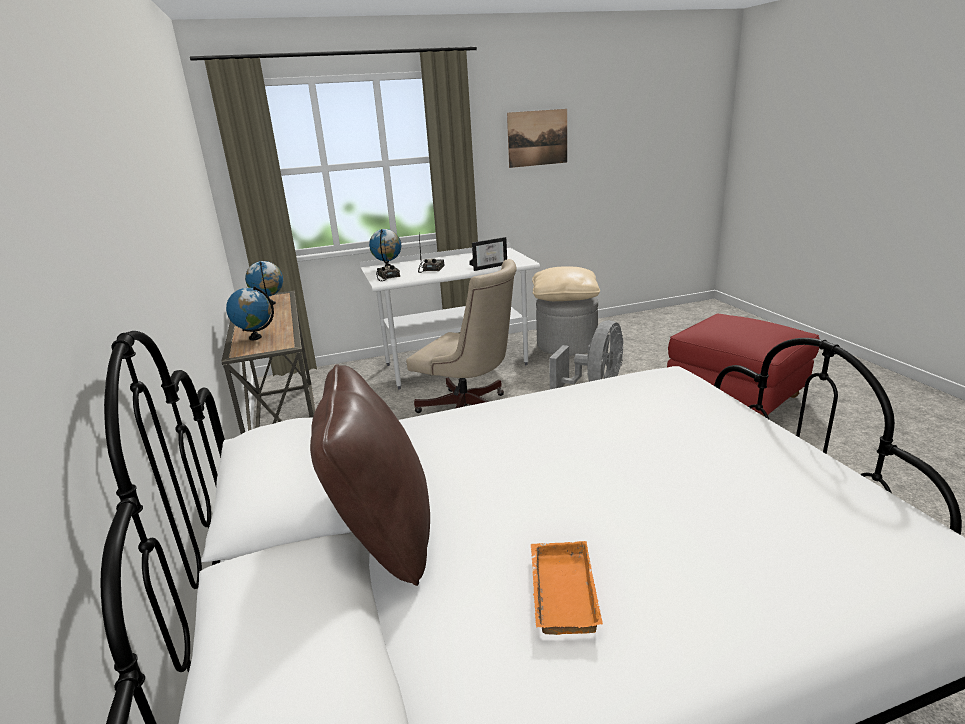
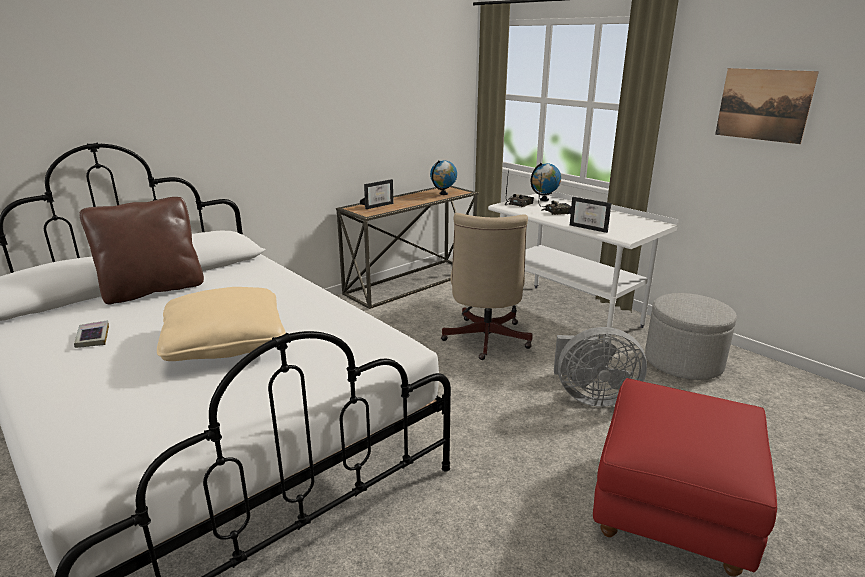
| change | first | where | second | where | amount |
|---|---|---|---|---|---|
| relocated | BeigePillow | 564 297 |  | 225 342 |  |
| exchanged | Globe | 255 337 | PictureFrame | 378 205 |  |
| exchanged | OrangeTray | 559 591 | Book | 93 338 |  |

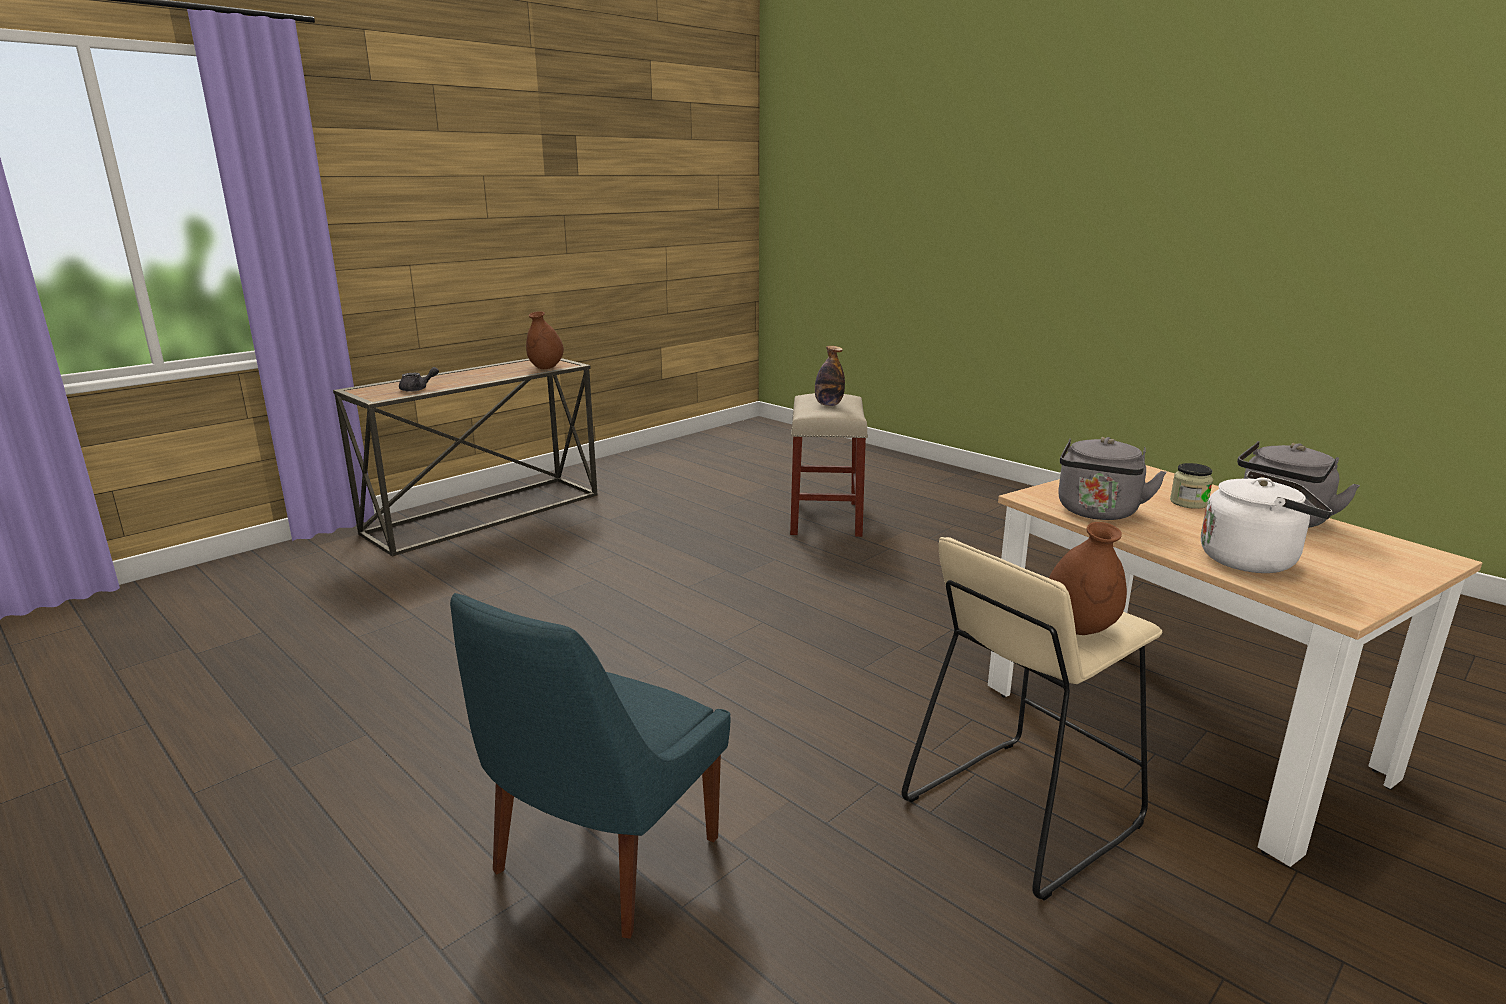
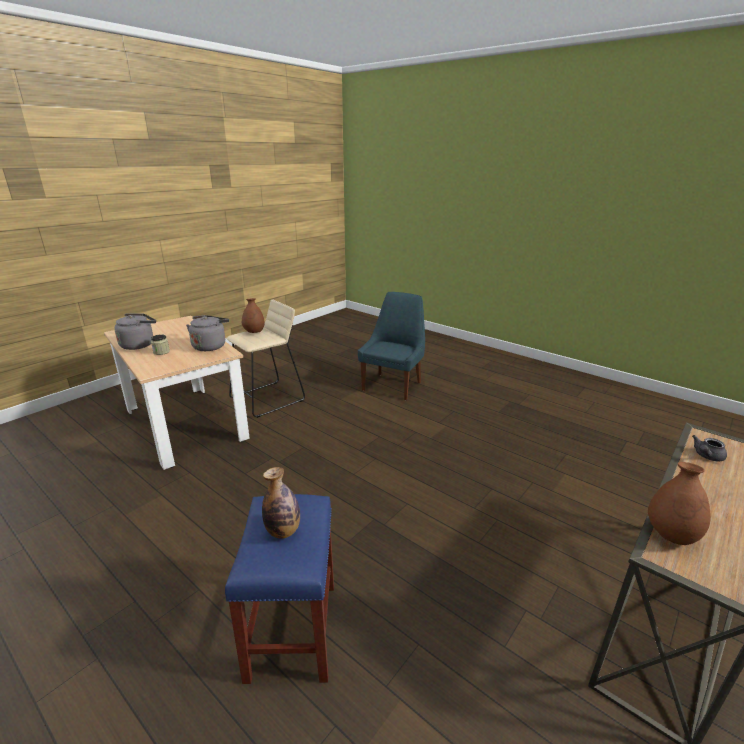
| change | first | where | second | where | amount |
|---|---|---|---|---|---|
| colour | BeigeStool | 825 517 | BlueStool | 293 632 |  |
| missing | WhiteKettle | 1253 560 |  |  |  |

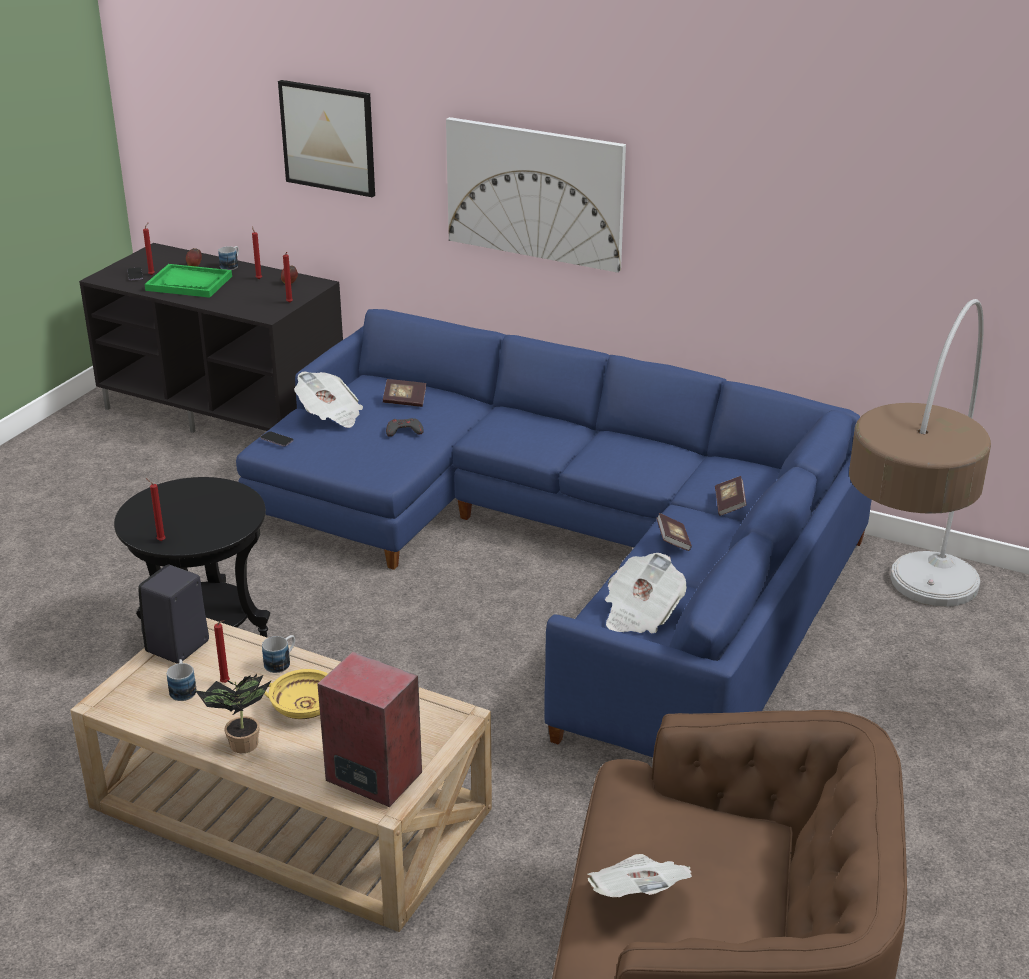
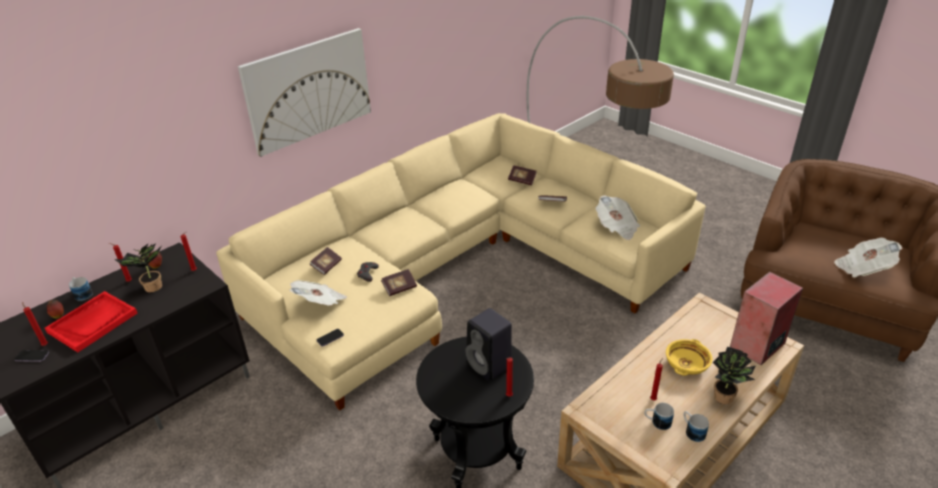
| change | first | where | second | where | amount |
|---|---|---|---|---|---|
| missing | Picture | 328 138 |  |  |  |
| colour | GreenTray | 189 283 | RedTray | 93 322 |  |
| colour | BlueSofa | 571 553 | BeigeSofa | 459 268 |  |
| relocated | BlackSpeaker | 176 647 |  | 490 365 |  |
| relocated | Mug | 281 662 |  | 692 431 |  |
| appeared |  |  | PottedPlant | 151 288 |  |
| appeared |  |  | Book | 399 288 |  |

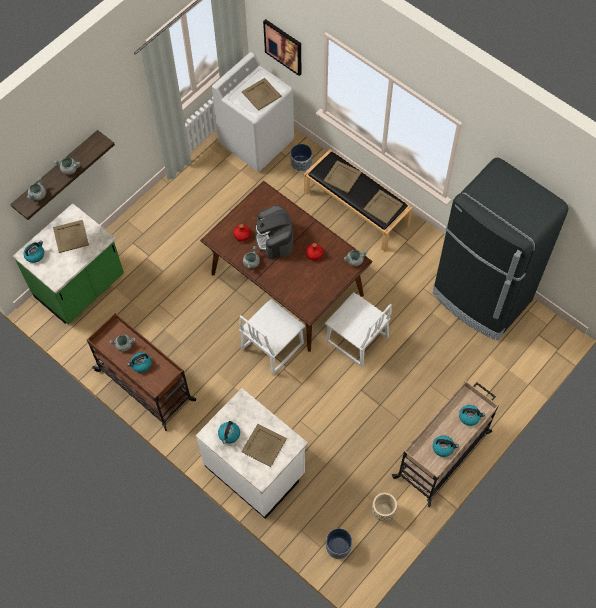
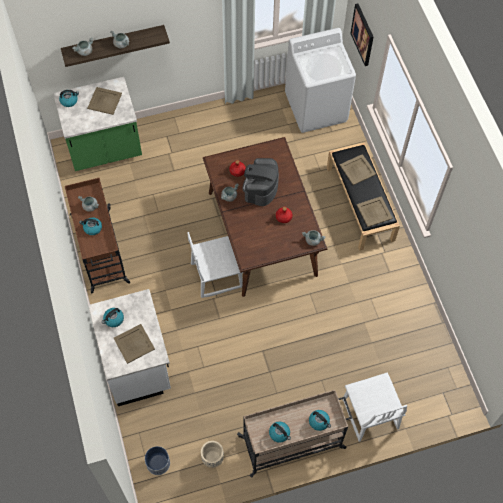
| change | first | where | second | where | amount |
|---|---|---|---|---|---|
| missing | BeigeTray | 261 94 |  |  |  |
| missing | Planter | 301 163 |  |  |  |
| missing | BlackFridge | 481 298 |  |  |  |
| relocated | WhiteChair | 356 340 |  | 369 414 |  |

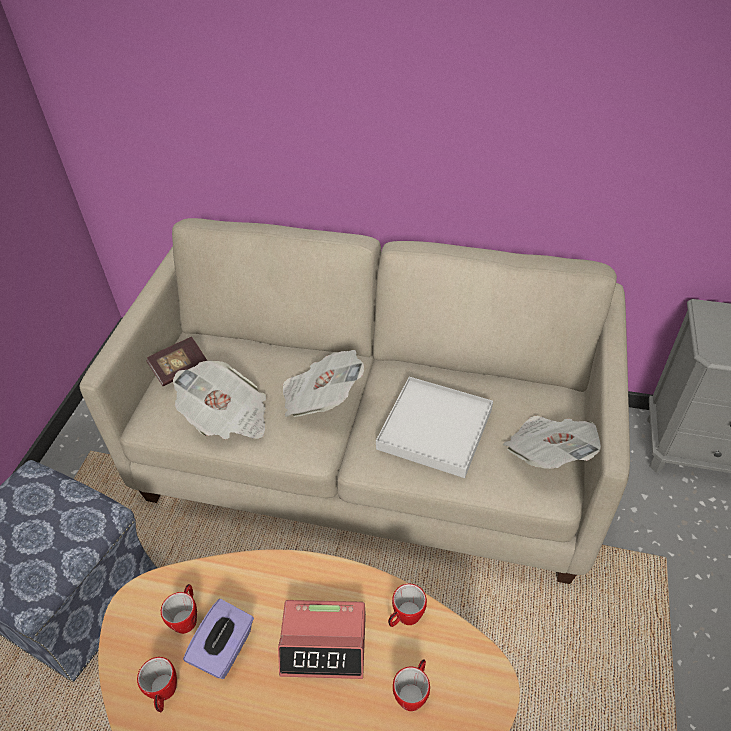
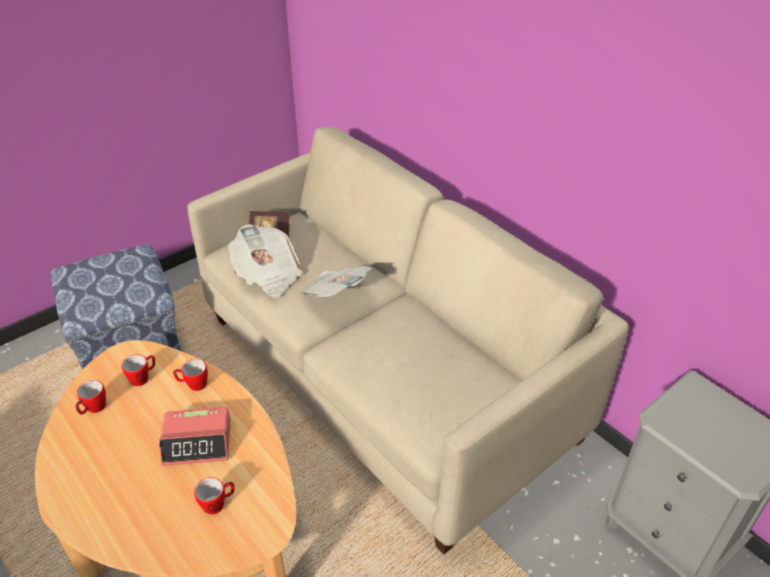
| change | first | where | second | where | amount |
|---|---|---|---|---|---|
| missing | WhiteTray | 435 429 |  |  |  |
| missing | Newspaper | 549 454 |  |  |  |
| relocated | Mug | 405 617 |  | 193 384 |  |
| missing | PurpleTissueBox | 225 649 |  |  |  |
| spun | AlarmClock | 324 643 |  | 198 442 | 45 degrees counterclockwise |

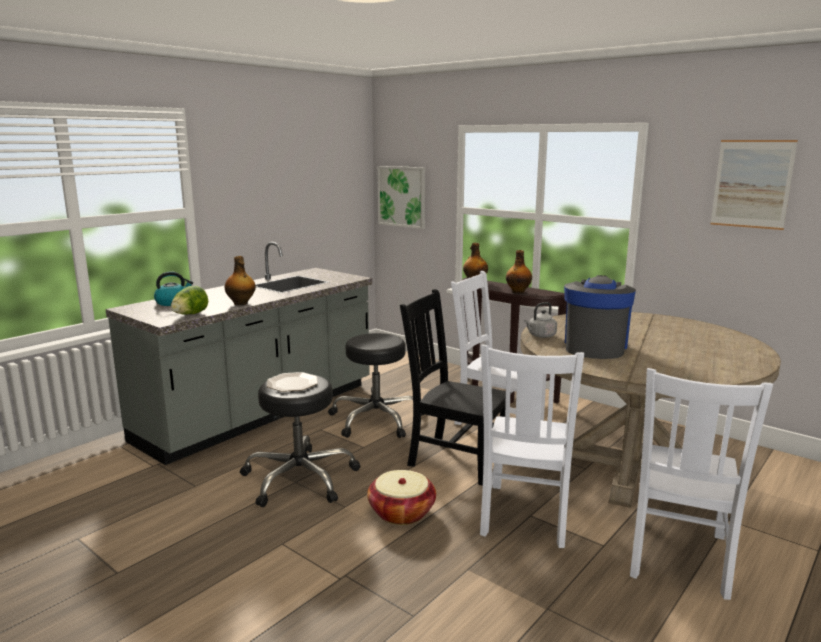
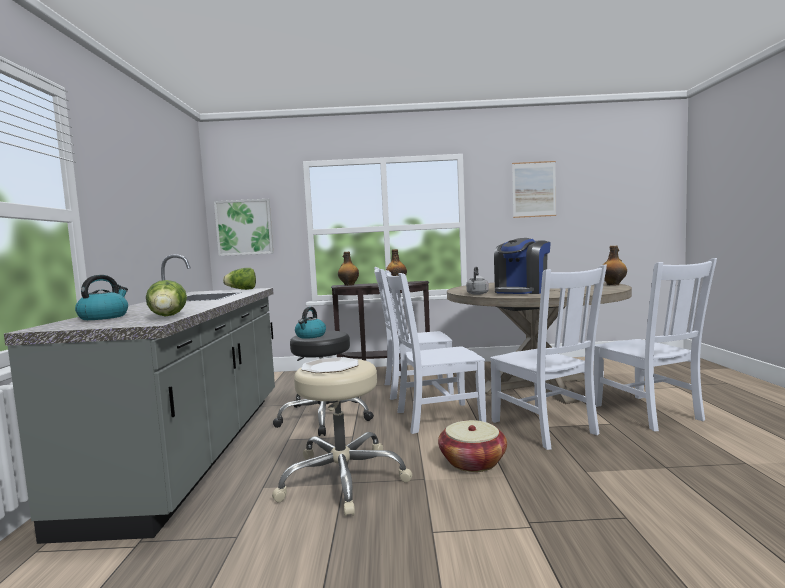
| change | first | where | second | where | amount |
|---|---|---|---|---|---|
| relocated | Bottle | 241 303 |  | 613 284 |  |
| spun | CoffeeMachine | 594 346 |  | 521 291 | 120 degrees counterclockwise |
| colour | BlackChair | 454 459 | WhiteChair | 436 417 |  |
| colour | BlackStool | 300 478 | BeigeStool | 343 478 |  |
| appeared |  |  | Lettuce | 242 289 |  |
| appeared |  |  | Kettle | 310 336 |  |

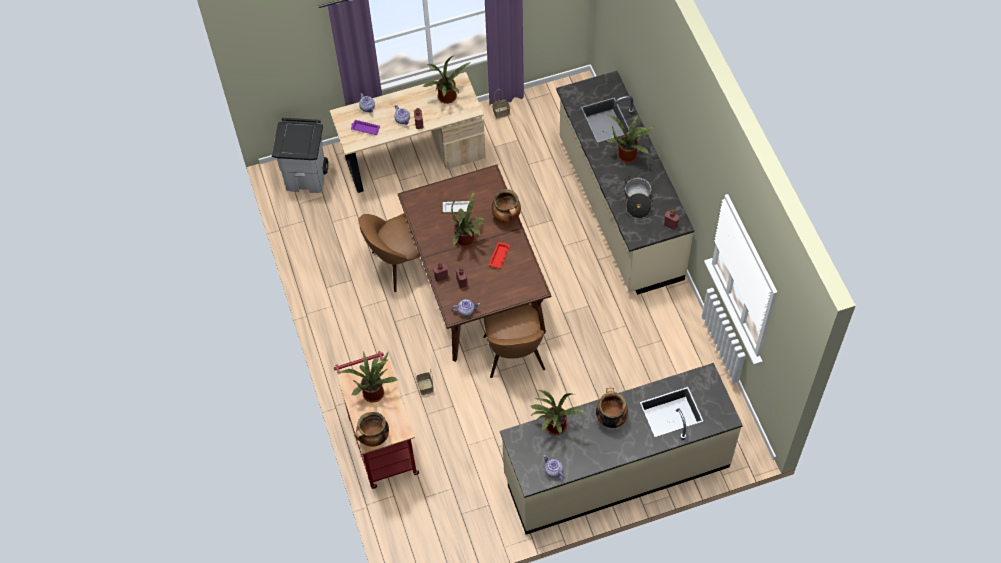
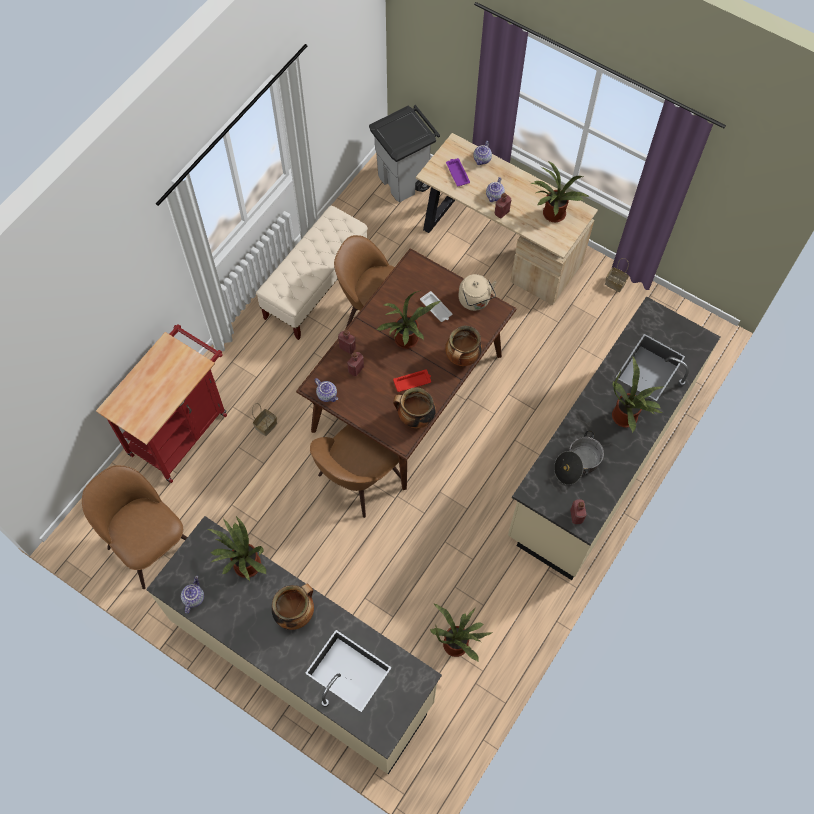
| change | first | where | second | where | amount |
|---|---|---|---|---|---|
| relocated | PottedPlant | 373 391 |  | 457 642 |  |
| relocated | CookingPot | 373 438 |  | 415 418 |  |
| appeared |  |  | BeigeBench | 316 287 |  |
| appeared |  |  | BeigeKettle | 475 301 |  |
| appeared |  |  | BrownChair | 149 543 |  |

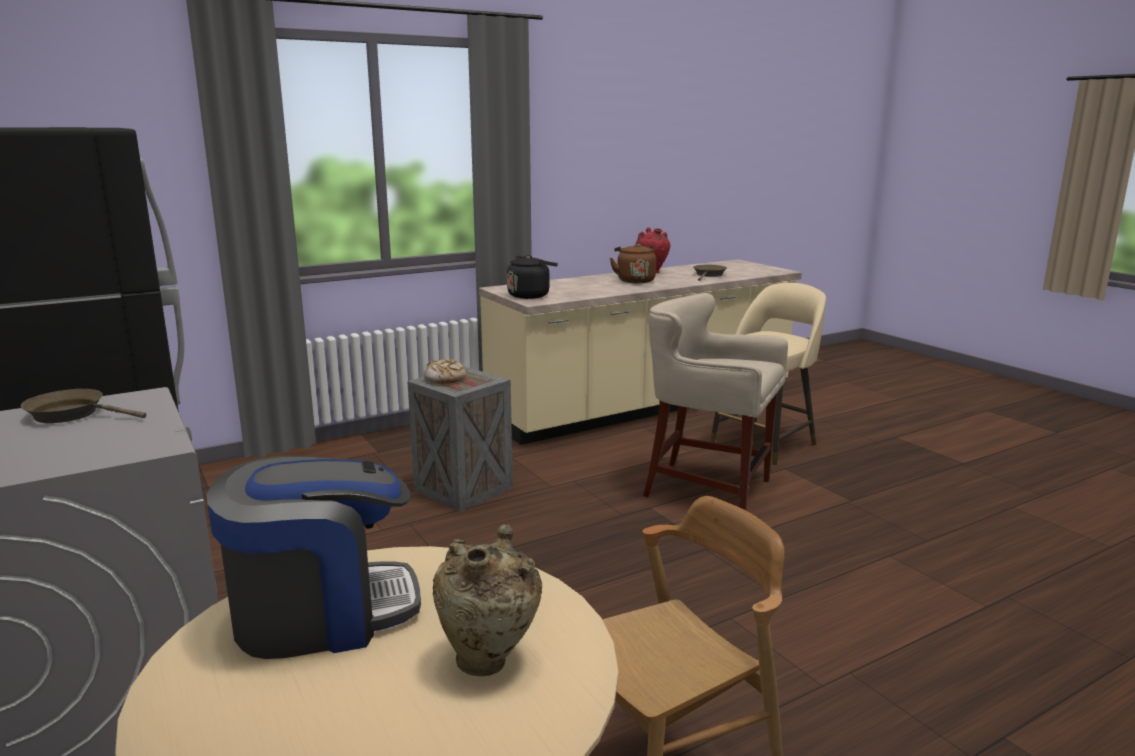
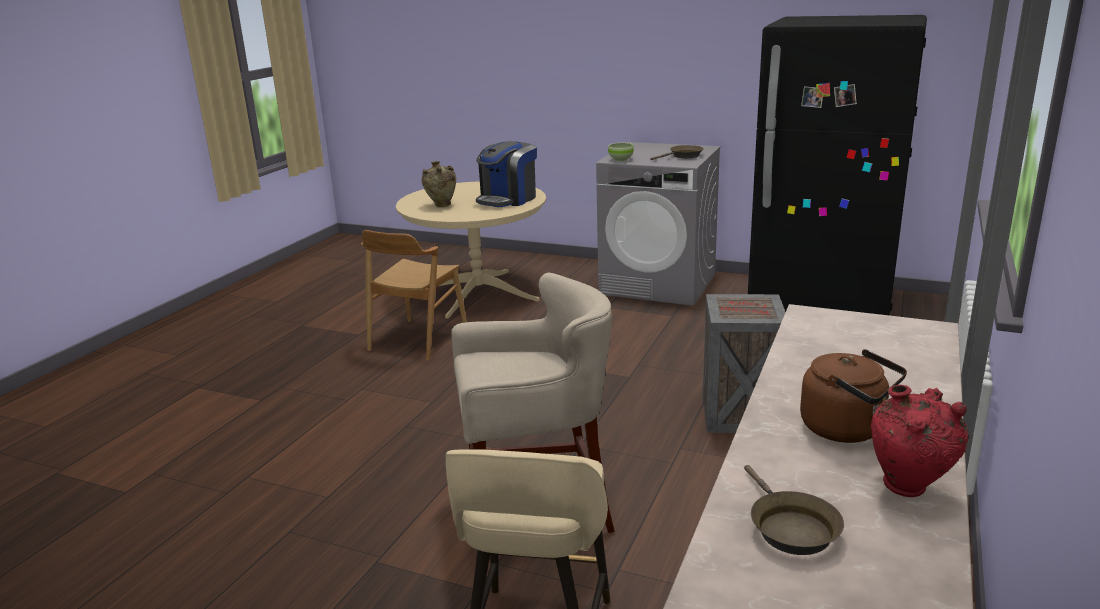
| change | first | where | second | where | amount |
|---|---|---|---|---|---|
| missing | BlackKettle | 530 295 |  |  |  |
| missing | Bread | 445 379 |  |  |  |
| appeared |  |  | GreenBowl | 620 160 |  |

